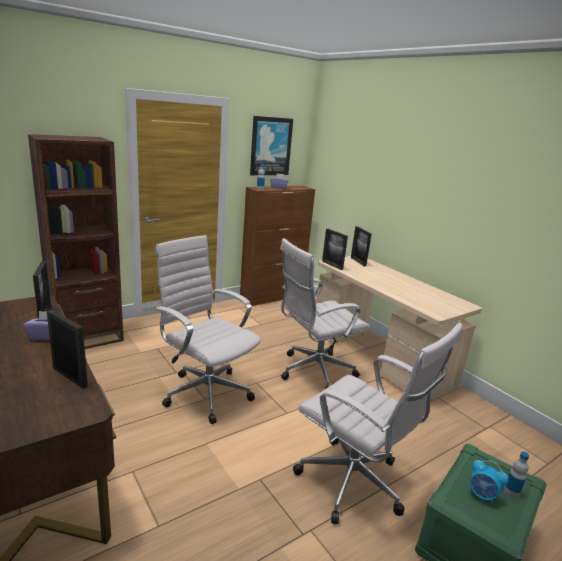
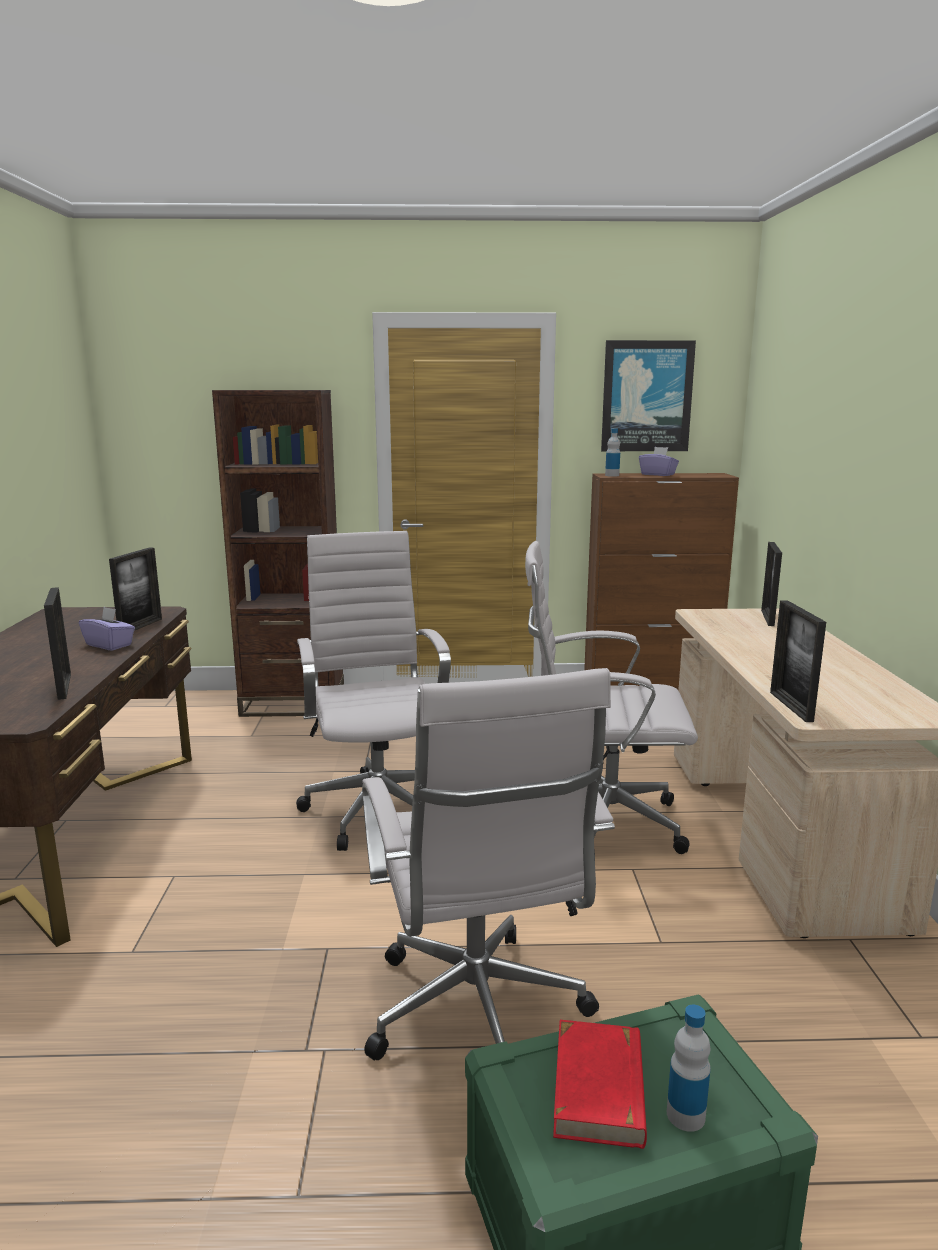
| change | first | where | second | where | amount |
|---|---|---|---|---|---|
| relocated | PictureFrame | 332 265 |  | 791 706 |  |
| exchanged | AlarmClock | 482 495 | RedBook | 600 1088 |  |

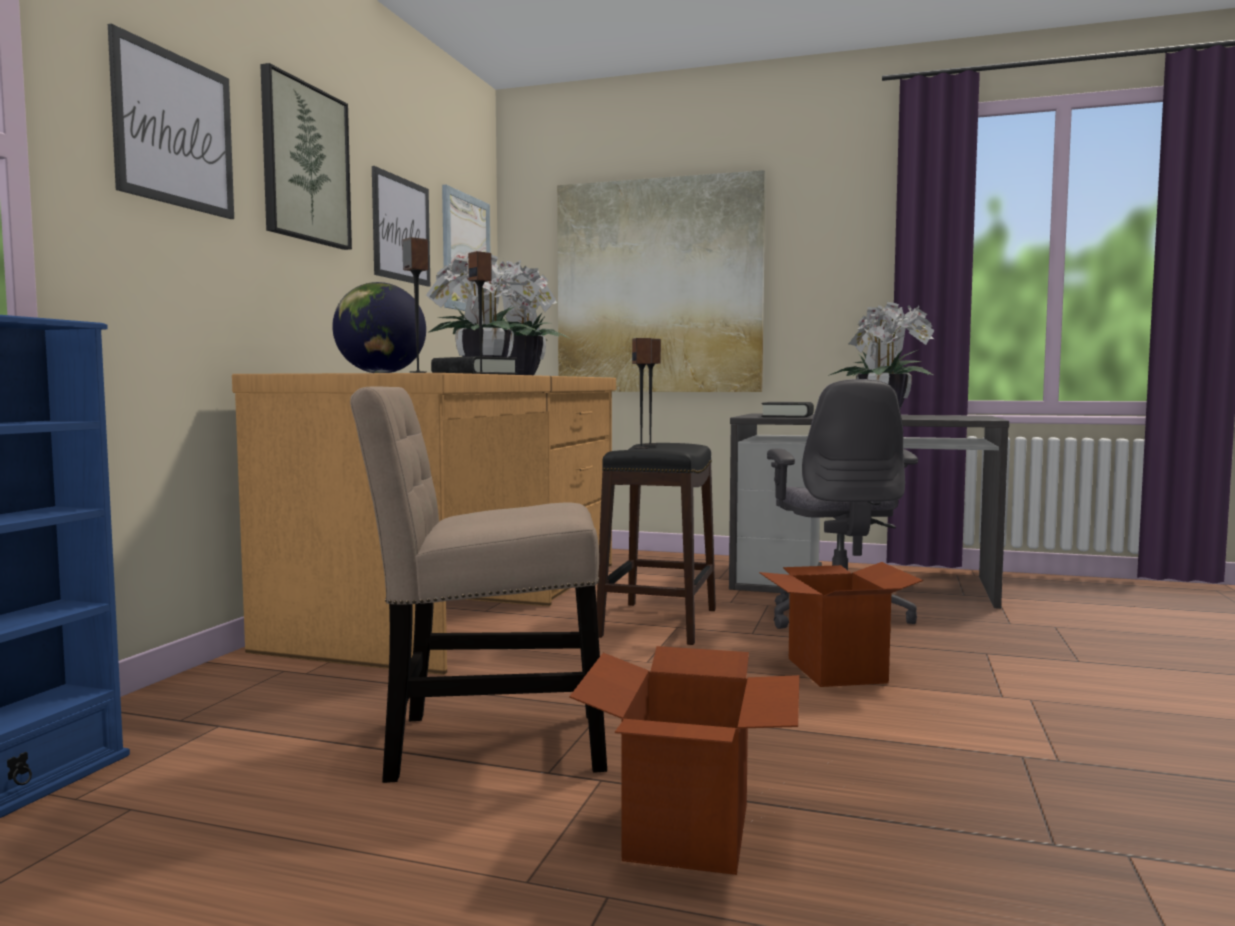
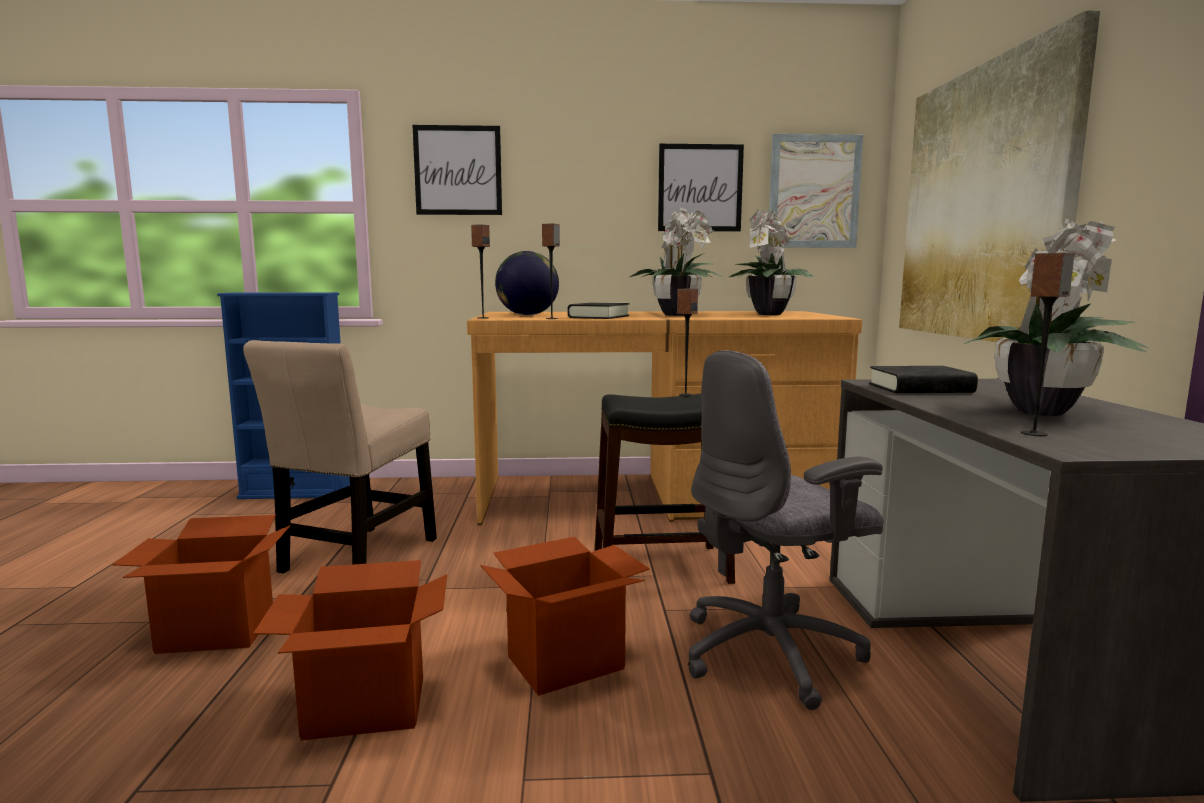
| change | first | where | second | where | amount |
|---|---|---|---|---|---|
| missing | Picture | 305 163 |  |  |  |
| relocated | Speaker | 641 448 |  | 1034 434 |  |
| spun | BeigeChair | 485 744 |  | 356 558 | 135 degrees counterclockwise |
| appeared |  |  | CardboardBox | 364 708 |  |

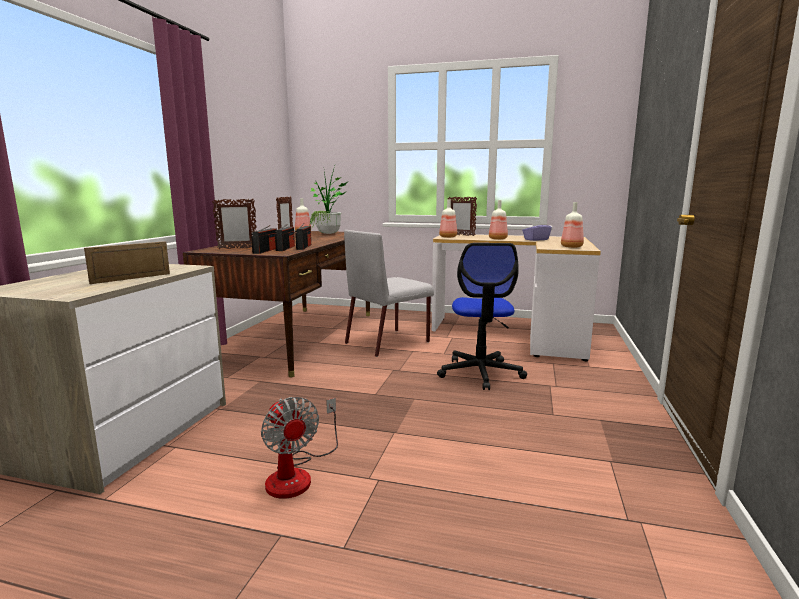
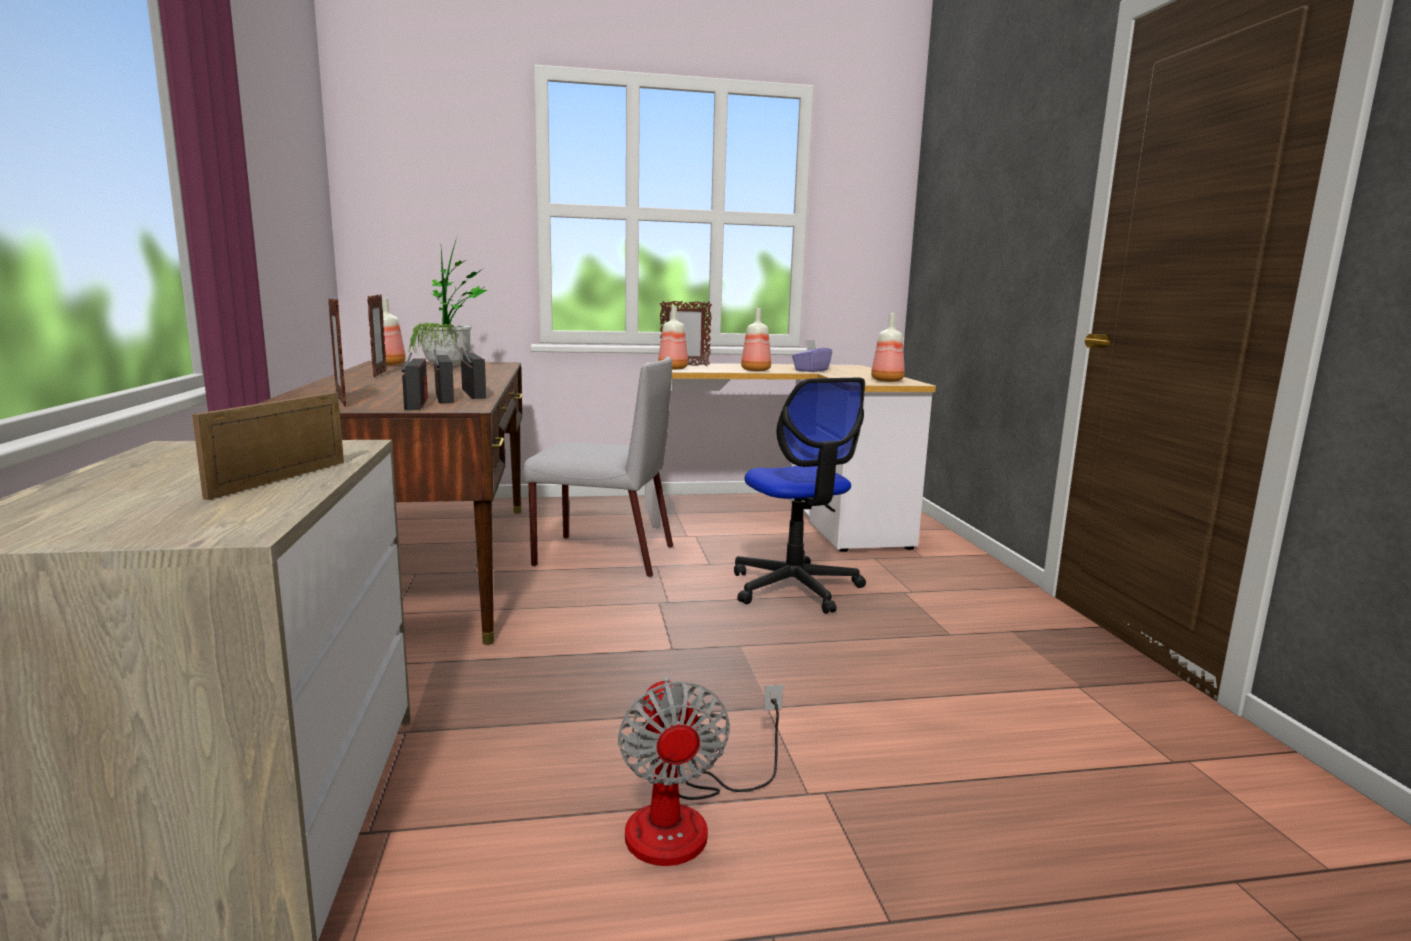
| change | first | where | second | where | amount |
|---|---|---|---|---|---|
| spun | PictureFrame | 237 248 |  | 341 401 | 105 degrees clockwise |
| spun | GreyChair | 388 342 |  | 602 556 | 105 degrees counterclockwise |
| spun | Fan | 297 474 |  | 688 819 | 45 degrees clockwise |

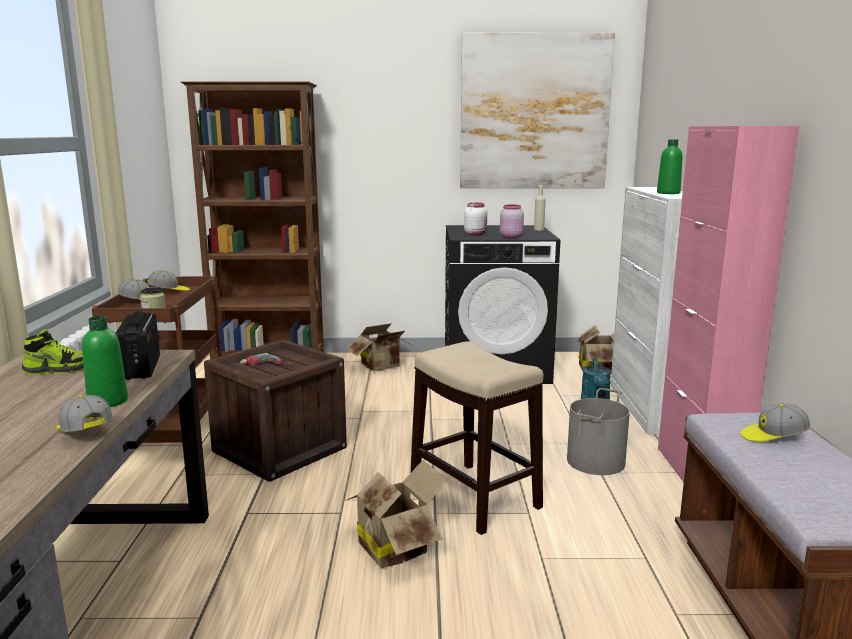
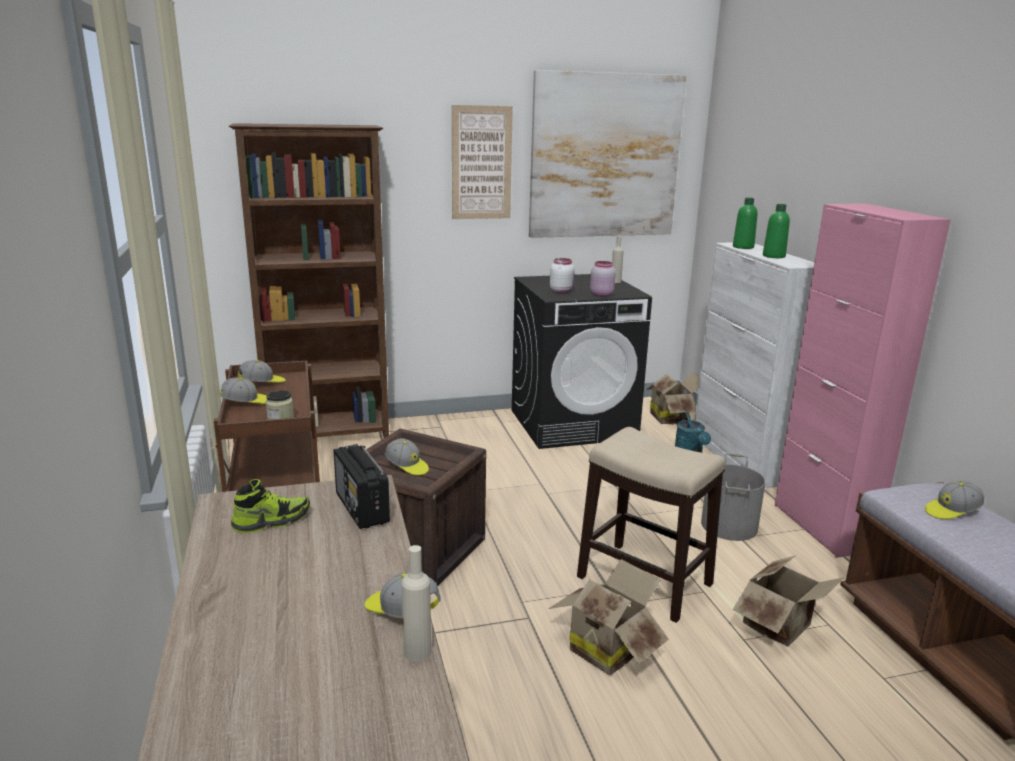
| change | first | where | second | where | amount |
|---|---|---|---|---|---|
| relocated | GreenBottle | 108 401 |  | 743 247 |  |
| relocated | CardboardBox | 382 367 |  | 782 627 |  |
| exchanged | PowerDrill | 265 366 | Cap | 407 466 |  |
| appeared |  |  | Picture | 481 163 |  |
| appeared |  |  | BeigeBottle | 417 651 |  |

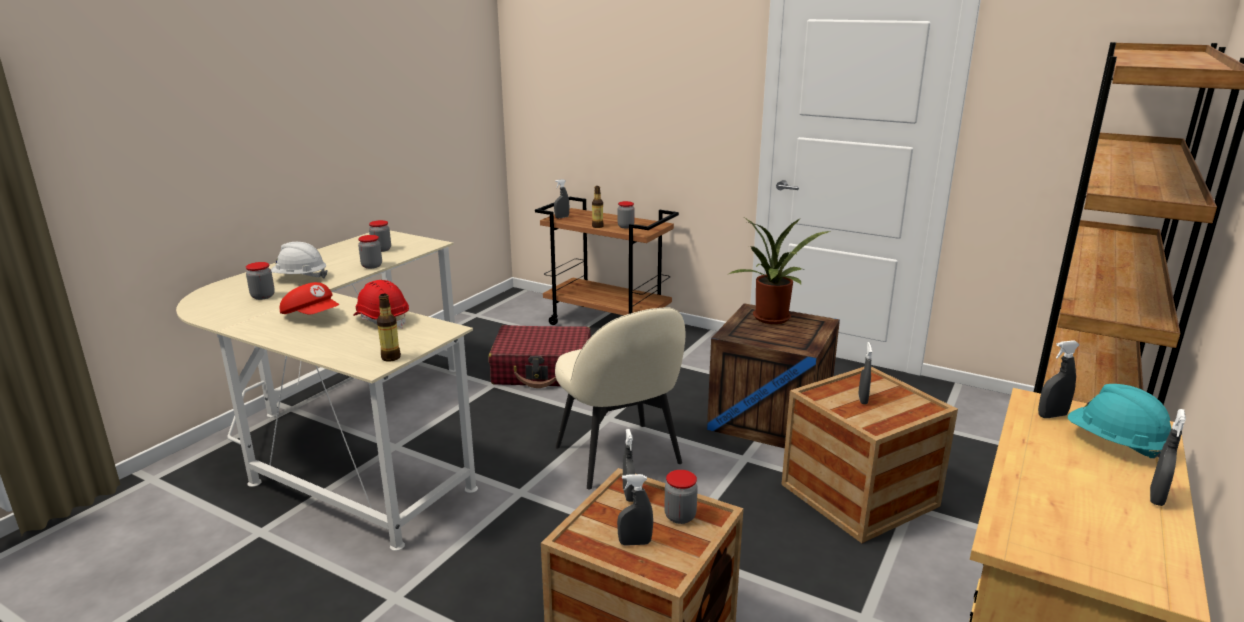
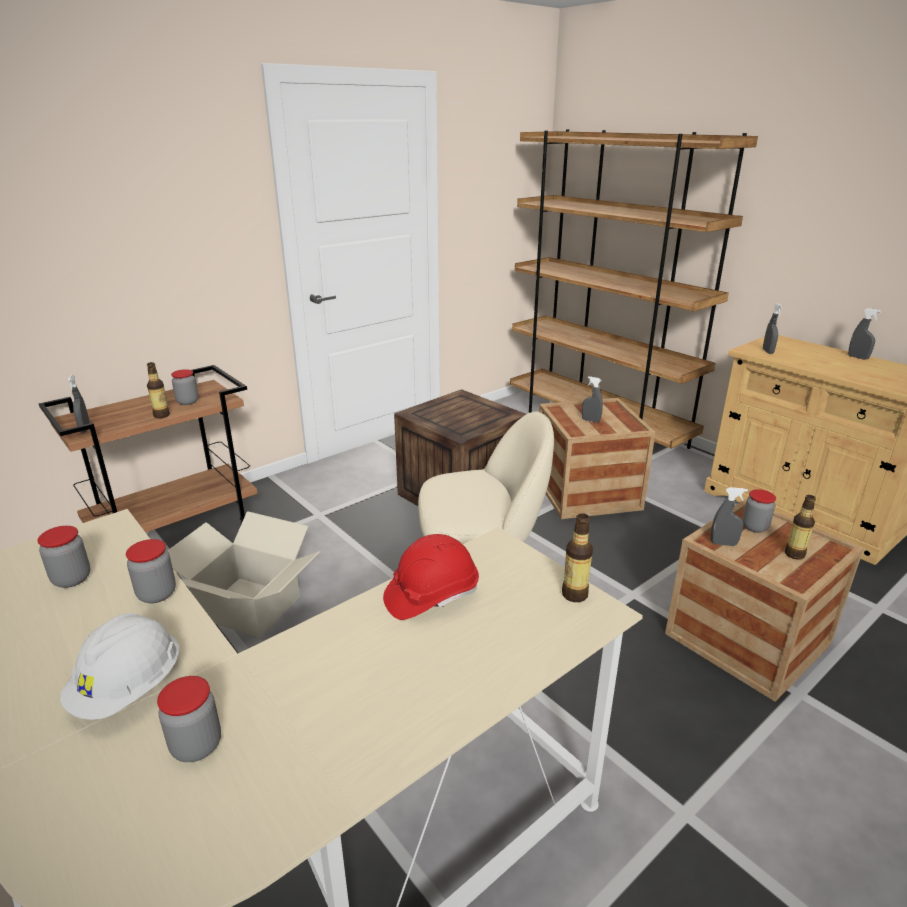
| change | first | where | second | where | amount |
|---|---|---|---|---|---|
| missing | PottedPlant | 772 320 |  |  |  |
| missing | RedCap | 312 316 |  |  |  |
| exchanged | RedSuitcase | 543 370 | CardboardBox | 249 606 |  |
| missing | TurquoiseHardHat | 1114 444 |  |  |  |
| exchanged | GreySprayBottle | 635 543 | Bottle | 794 554 |  |

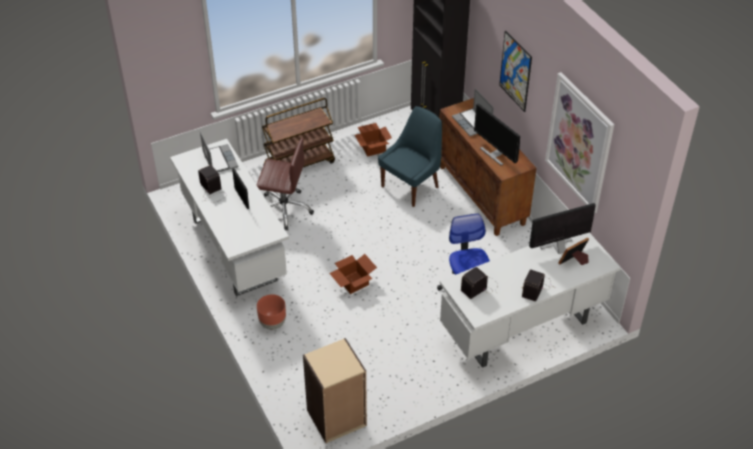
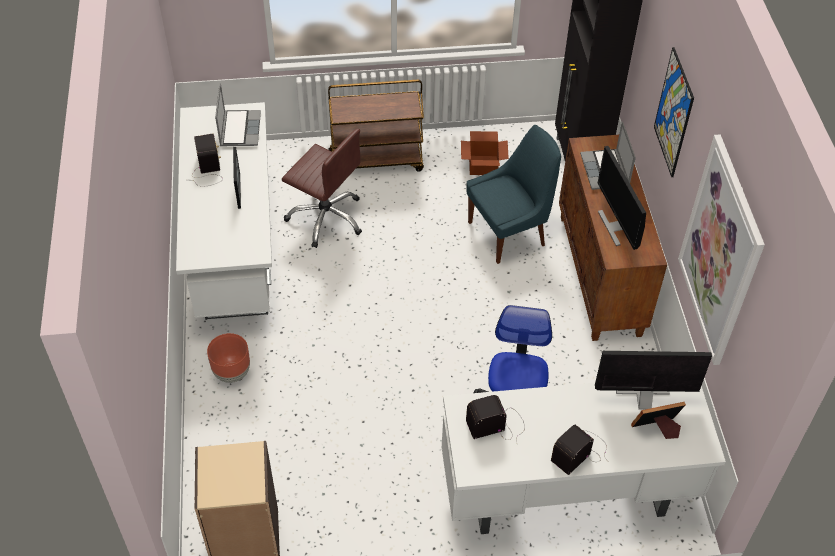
| change | first | where | second | where | amount |
|---|---|---|---|---|---|
| missing | CardboardBox | 352 282 |  |  |  |

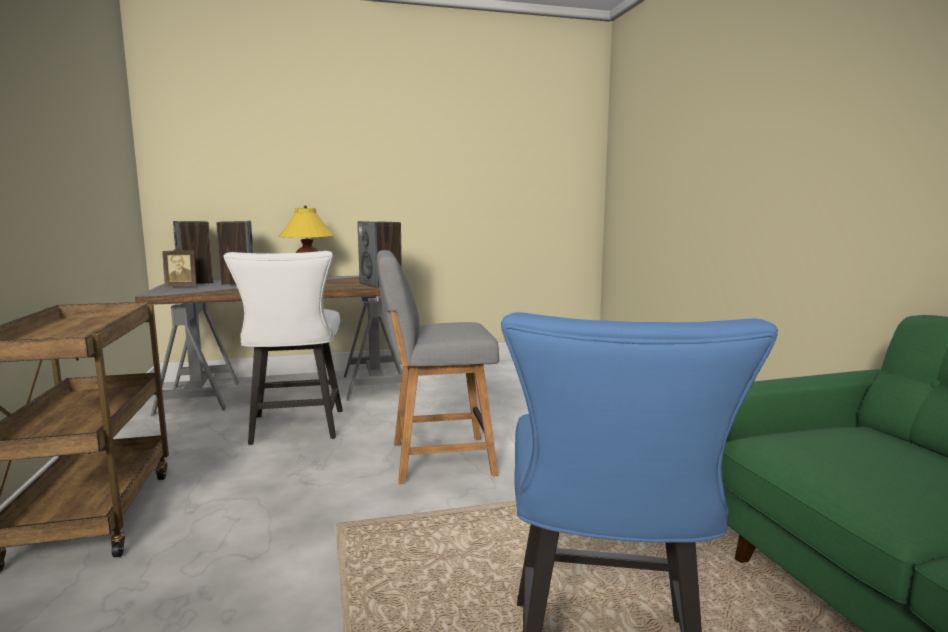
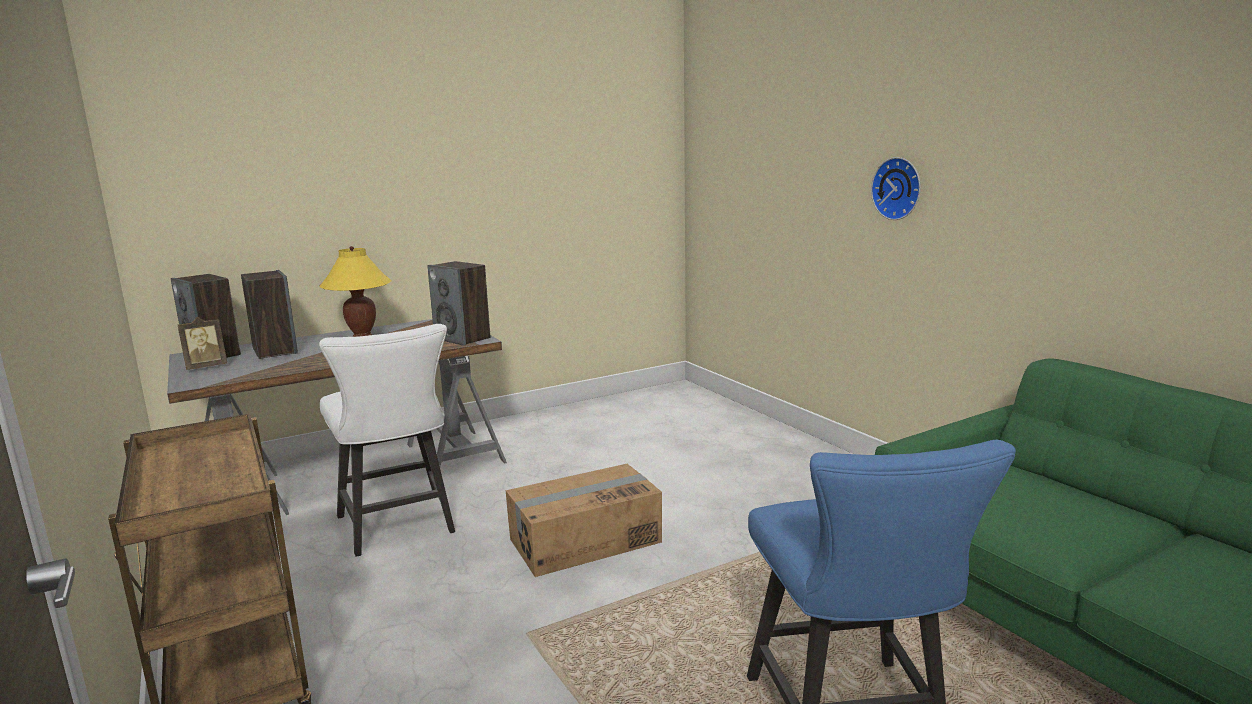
| change | first | where | second | where | amount |
|---|---|---|---|---|---|
| exchanged | GreyChair | 436 459 | CardboardBox | 584 540 |  |
| appeared |  |  | WallClock | 898 188 |  |

